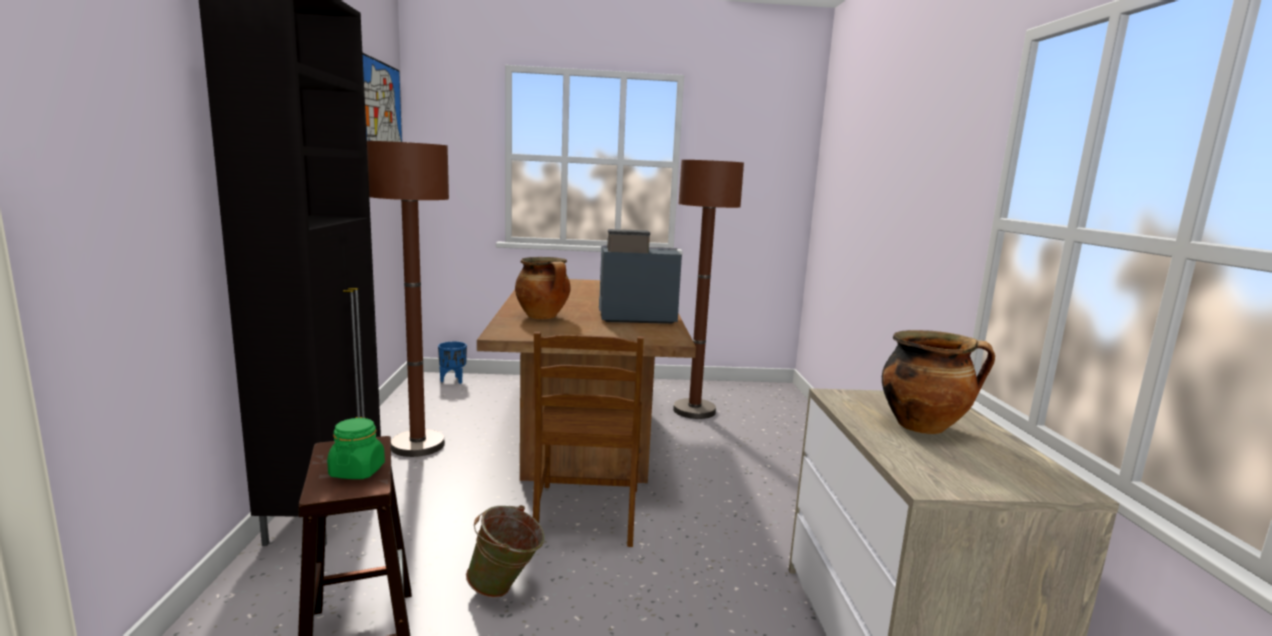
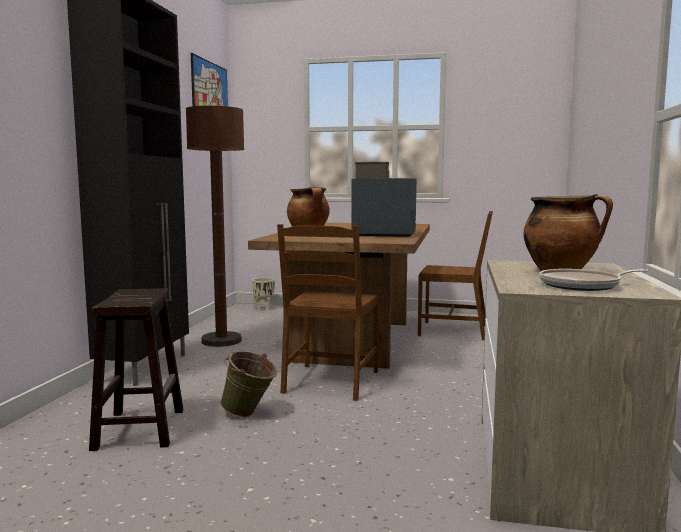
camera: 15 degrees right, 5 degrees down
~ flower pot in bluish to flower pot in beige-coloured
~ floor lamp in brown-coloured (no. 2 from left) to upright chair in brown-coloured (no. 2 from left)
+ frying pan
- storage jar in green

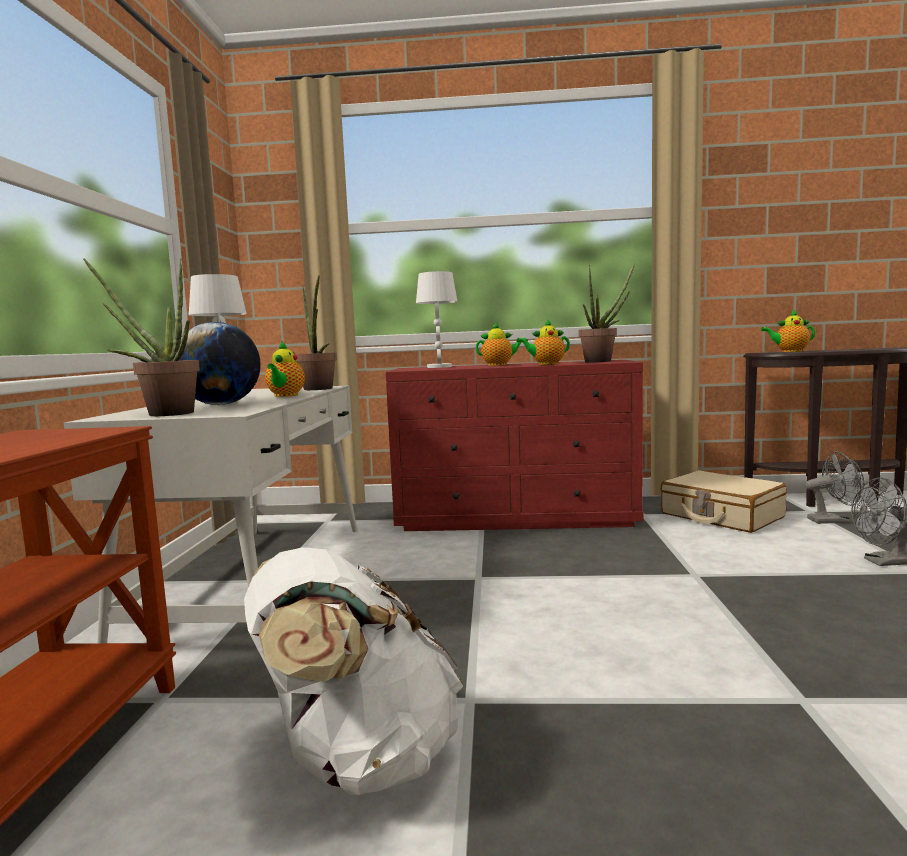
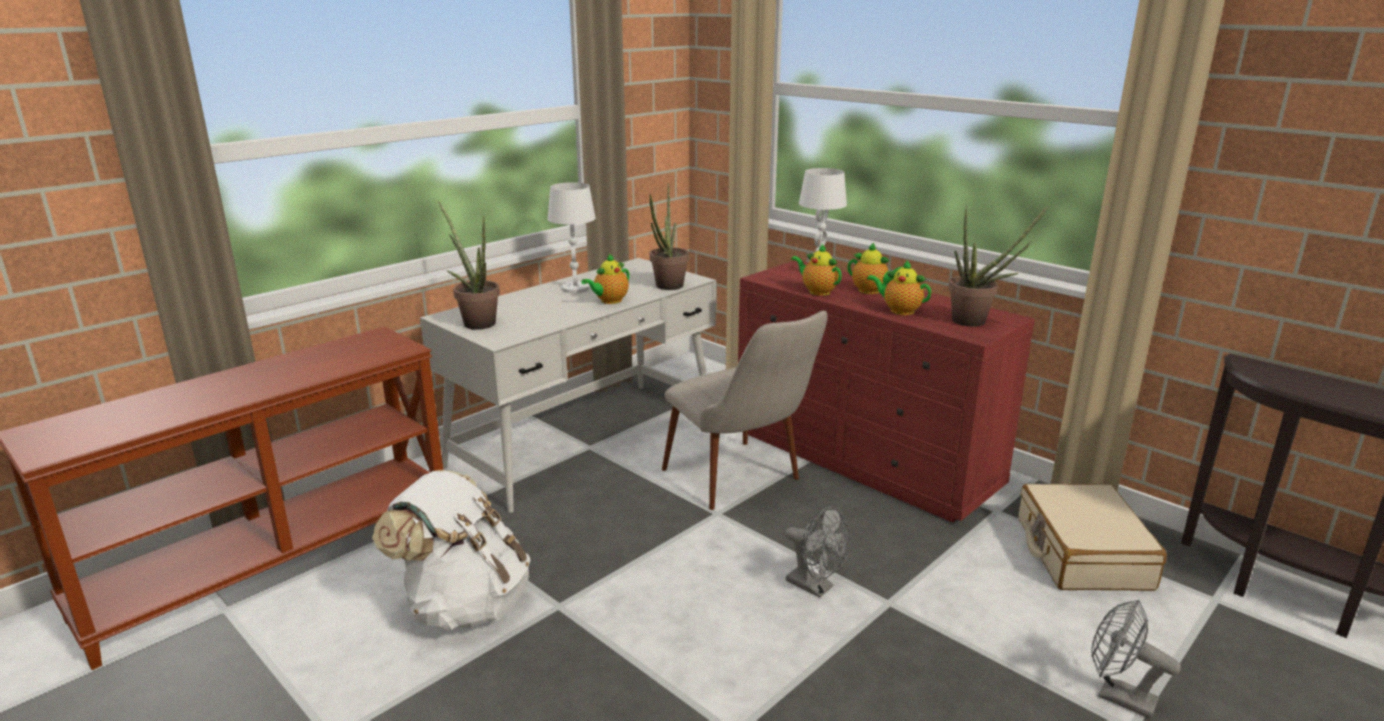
camera: 40 degrees right, 15 degrees up
+ upright chair in beige-coloured
~ fan in grey (no. 1 from left)
~ pot for tea (no. 4 from left in the first image) to pot for tea (no. 2 from left)
- world globe

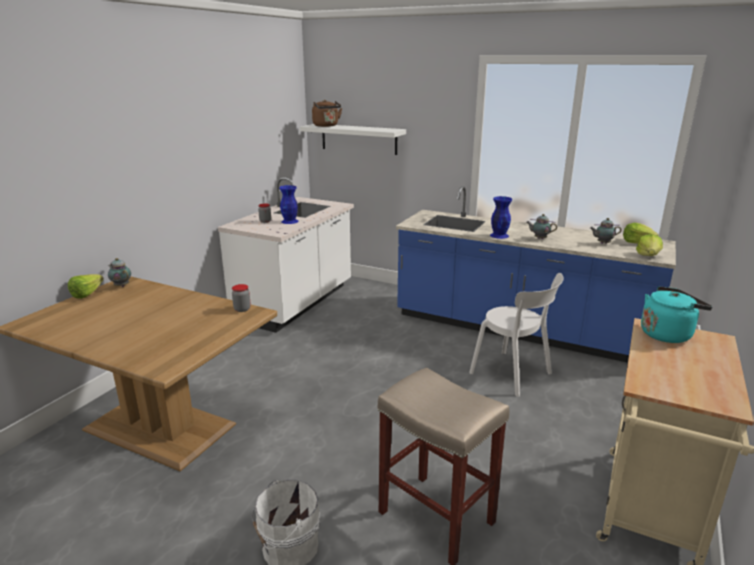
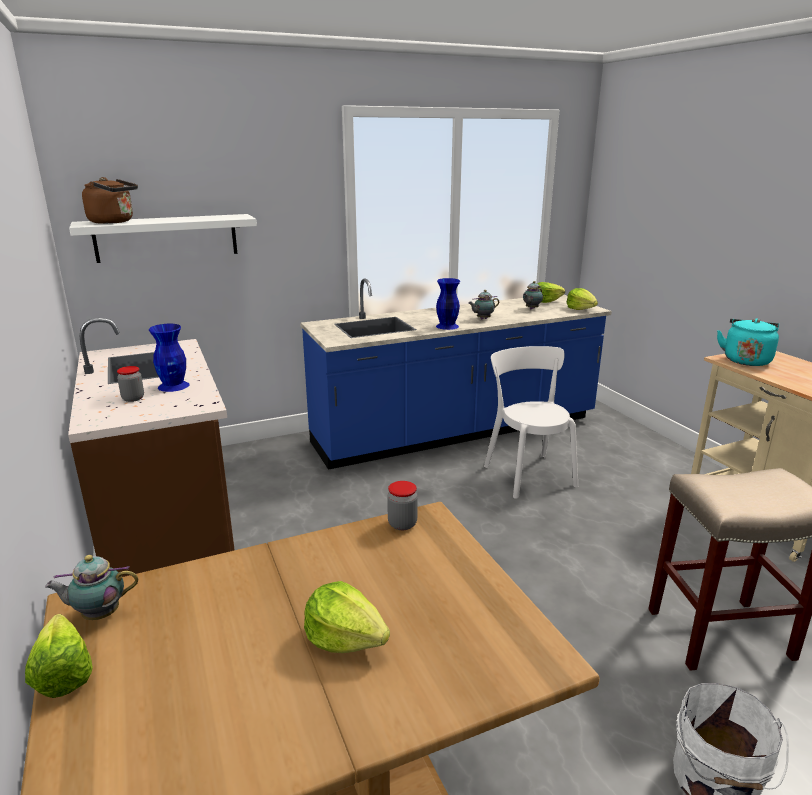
camera: 50 degrees left, 0 degrees up
~ counter in white-coloured to counter in brown-coloured
+ head of lettuce (no. 2 from left)
~ upright chair in white-coloured 105 degrees counterclockwise

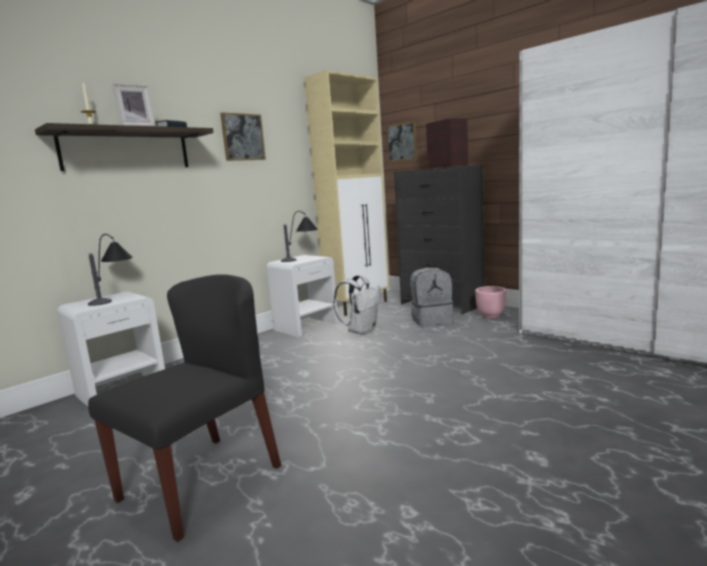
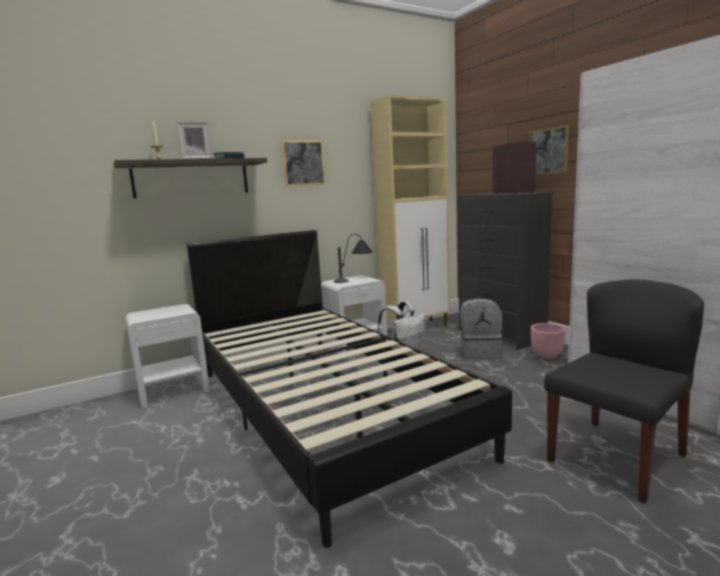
camera: 15 degrees right, 0 degrees up
+ bed in black
~ wall picture (no. 2 from left)
~ upright chair in black
- table lamp (no. 1 from left)

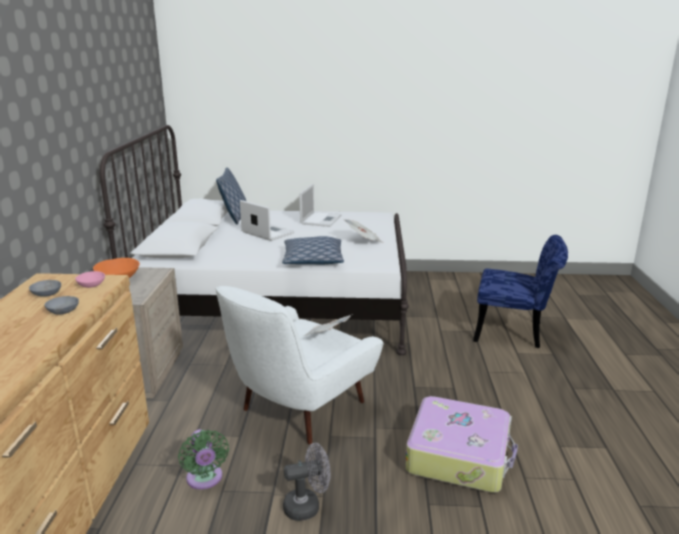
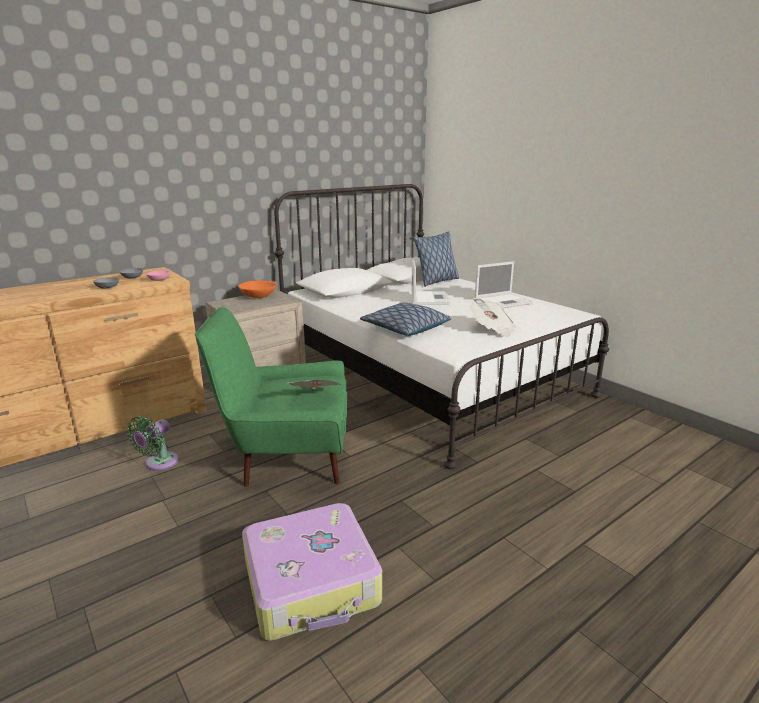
camera: 50 degrees right, 0 degrees up
~ armchair in white-coloured to armchair in green
- fan in grey
- upright chair in bluish

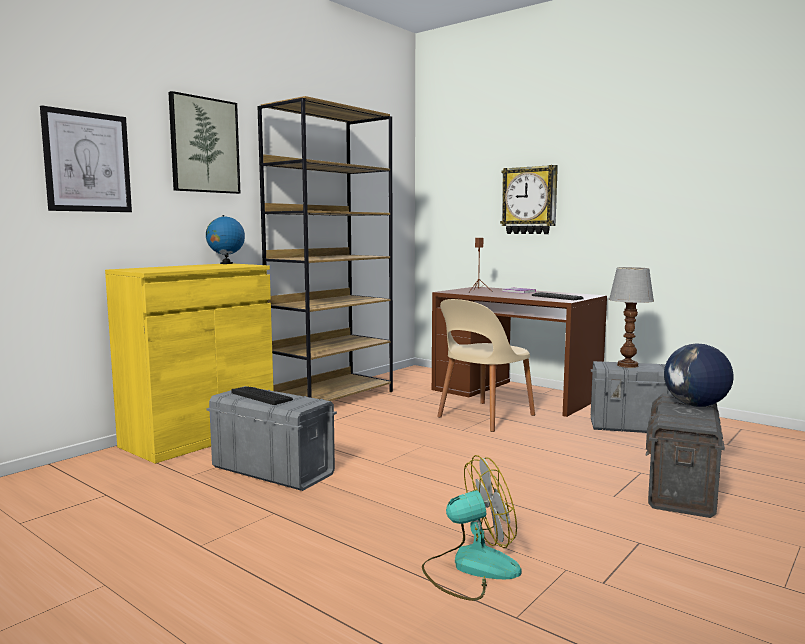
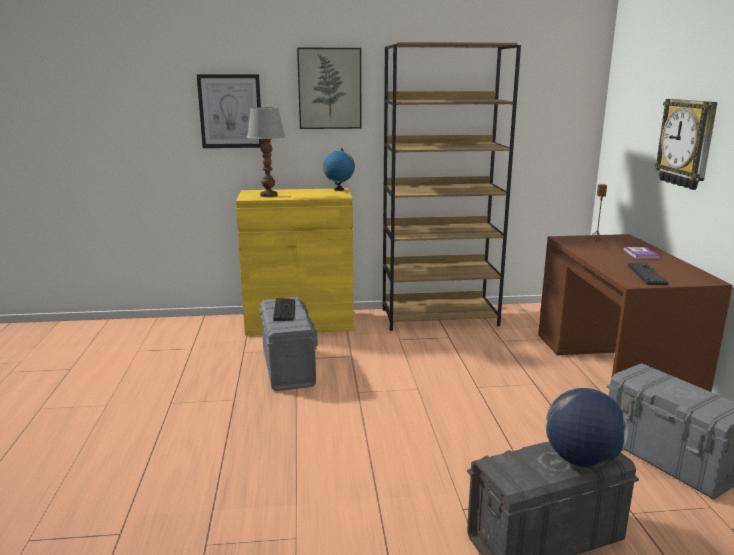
camera: 45 degrees right, 10 degrees up
~ table lamp
- fan
- upright chair in beige-coloured

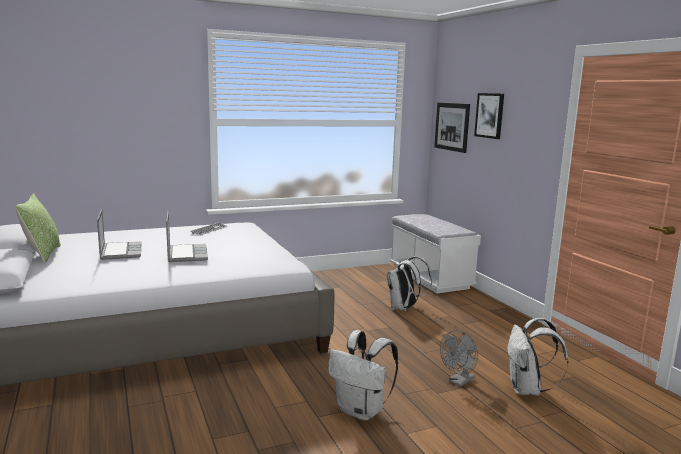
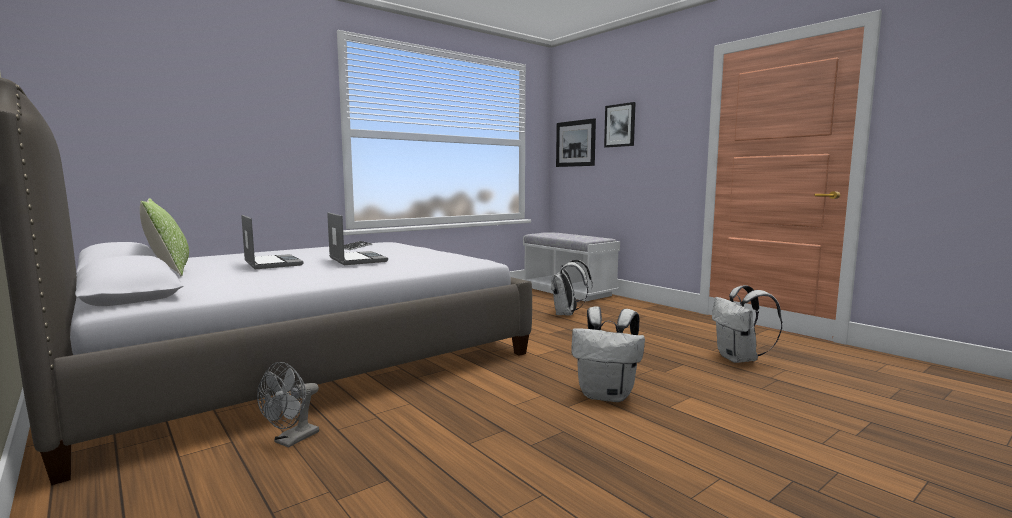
camera: 15 degrees left, 5 degrees down
~ fan in grey

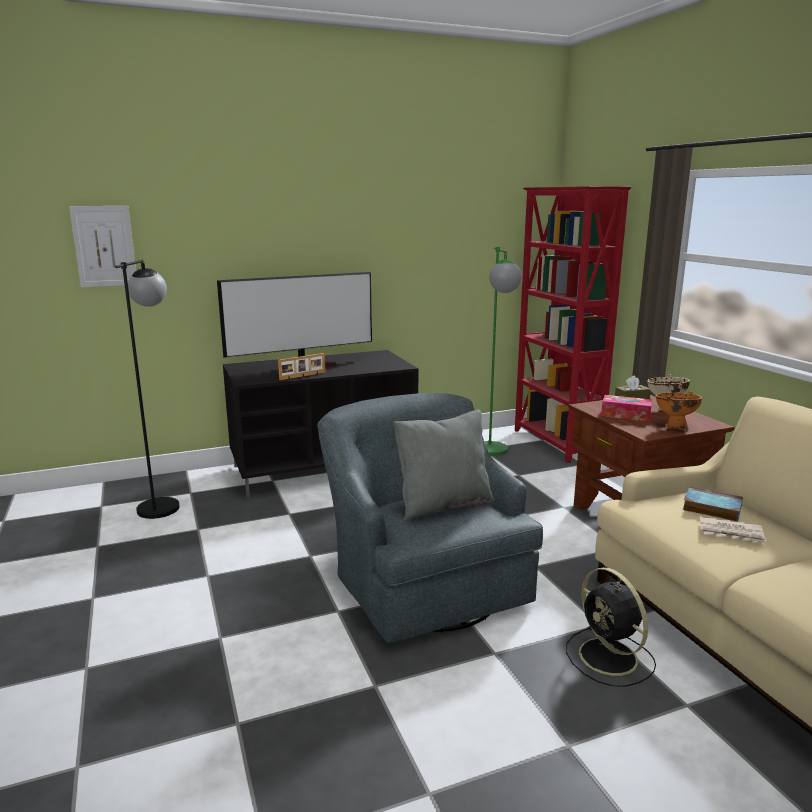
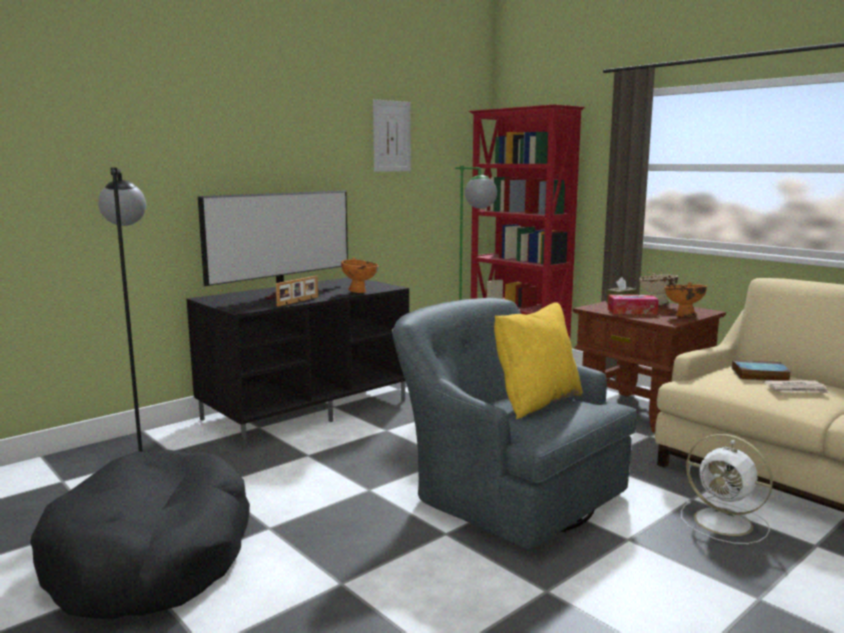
camera: 20 degrees left, 5 degrees down
+ dog bed in black
+ bowl in orange (no. 1 from left)
~ wall picture
~ throw pillow in grey to throw pillow in yellow-coloured
~ fan in black to fan in white-coloured

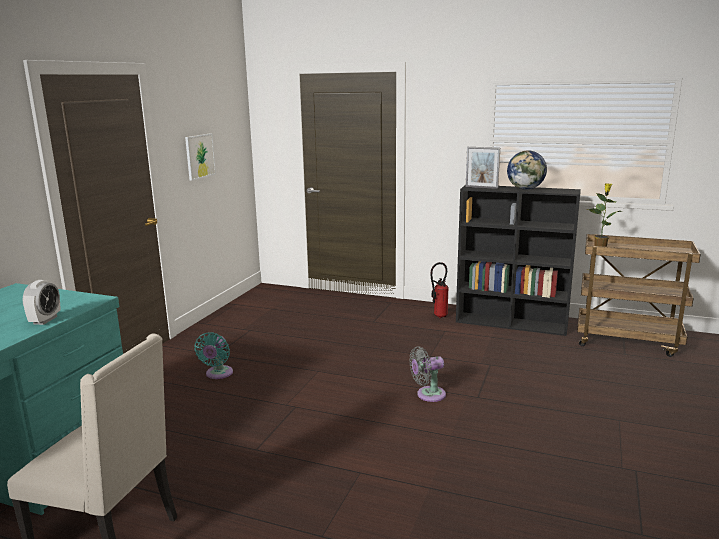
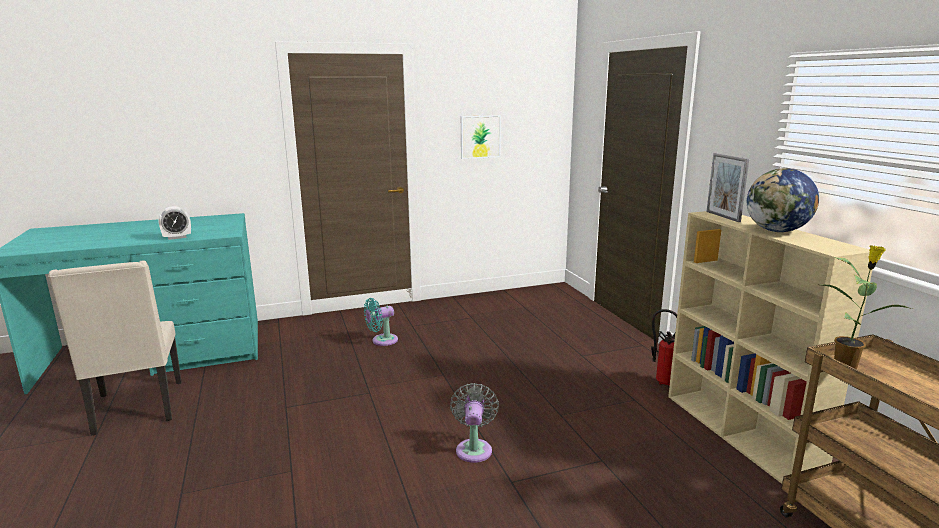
camera: 50 degrees right, 0 degrees up
~ fan in grey 60 degrees clockwise
~ bookcase in black to bookcase in beige-coloured

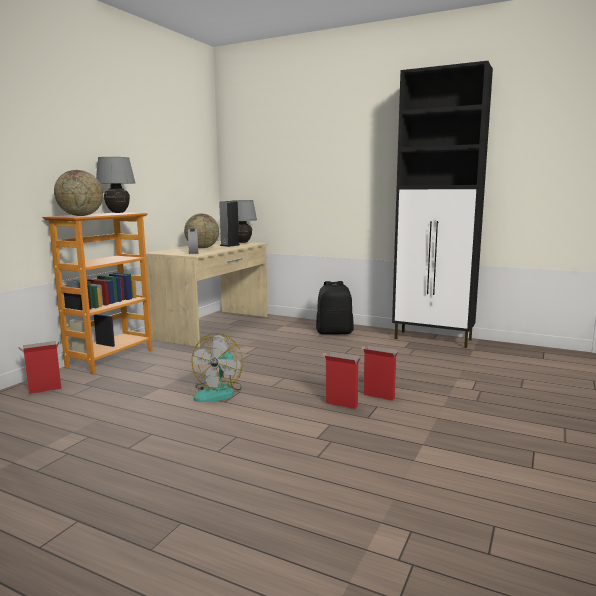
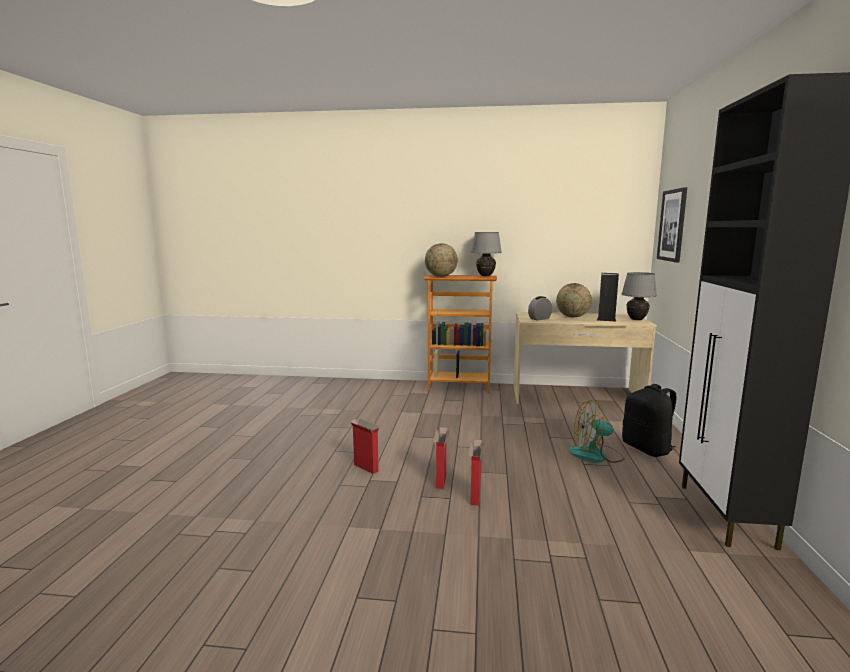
camera: 70 degrees right, 0 degrees up
~ cardboard box (no. 1 from left)
~ fan
+ wall picture

